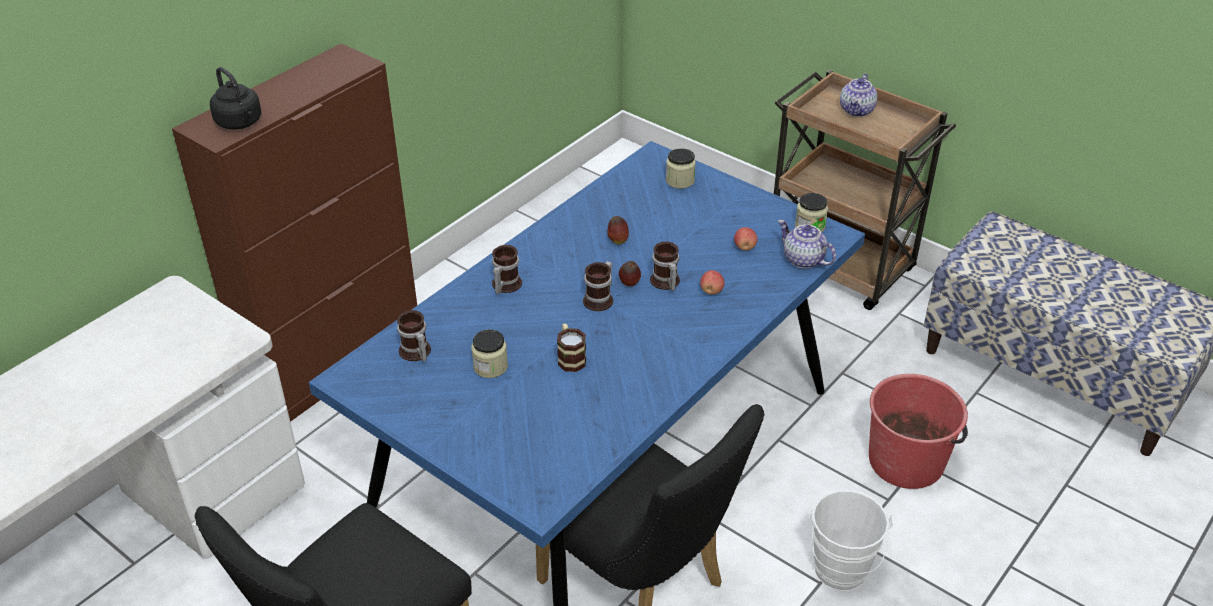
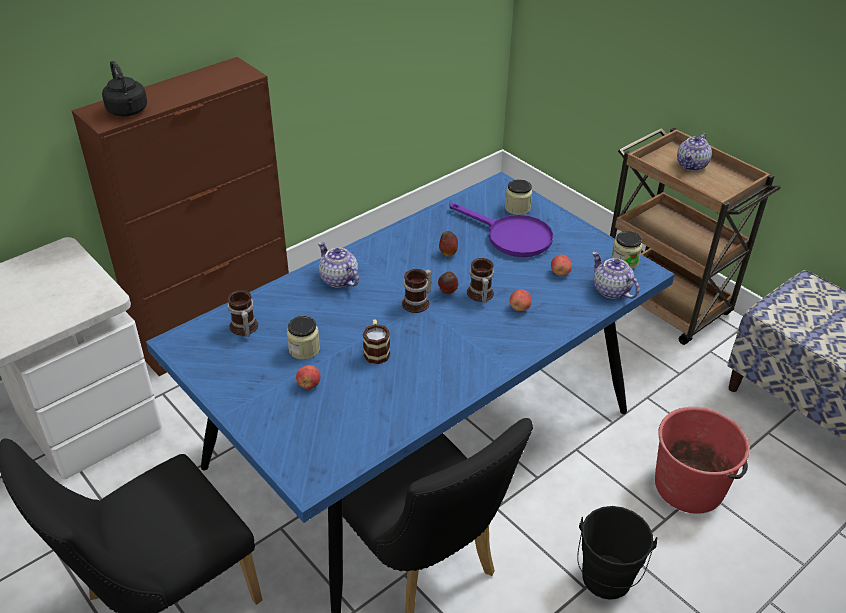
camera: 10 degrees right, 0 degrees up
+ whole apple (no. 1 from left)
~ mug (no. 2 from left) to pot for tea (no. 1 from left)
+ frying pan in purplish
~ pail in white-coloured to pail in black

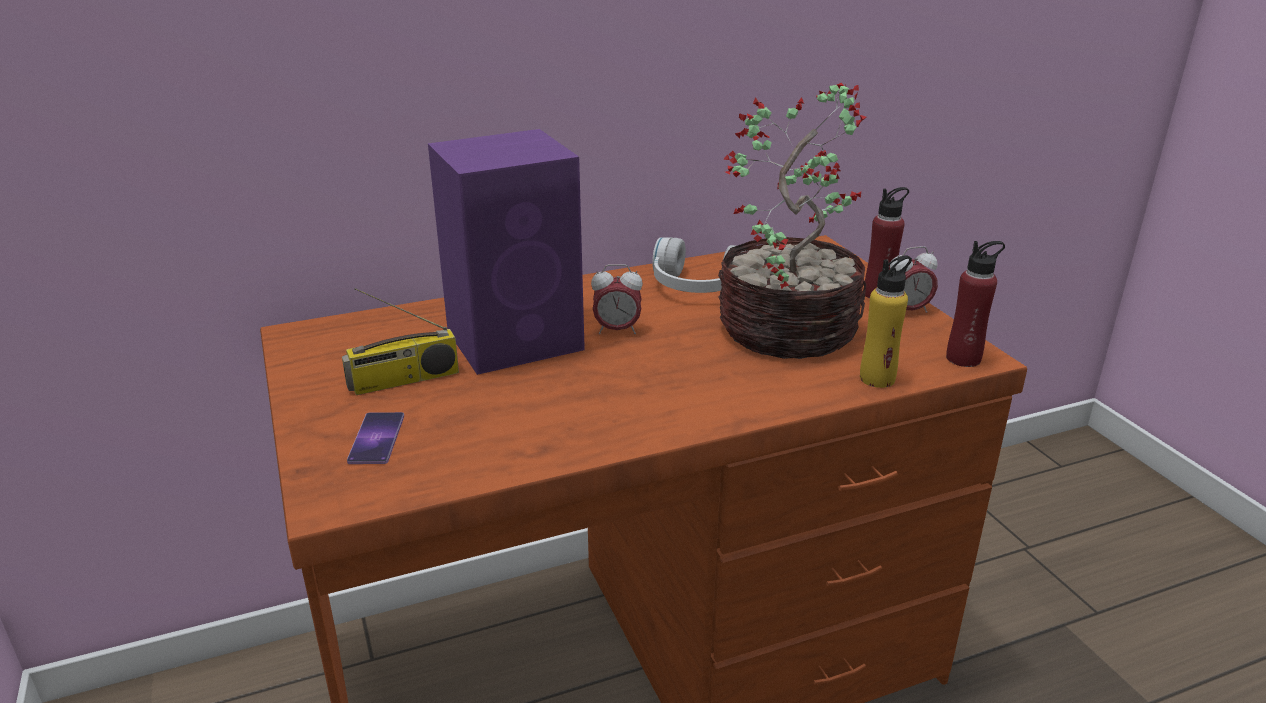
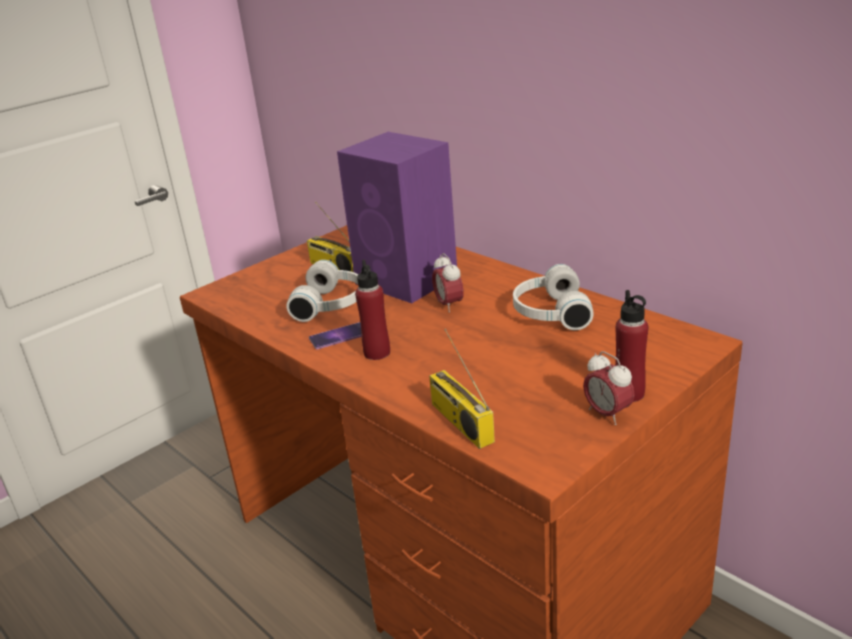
camera: 70 degrees right, 0 degrees up
+ headset in white-coloured (no. 1 from left)
~ phone
~ drink bottle in red-coloured (no. 2 from left in the first image) to drink bottle in red-coloured (no. 1 from left)
~ drink bottle in yellow-coloured to radio receiver (no. 2 from left)
- plant in a pot

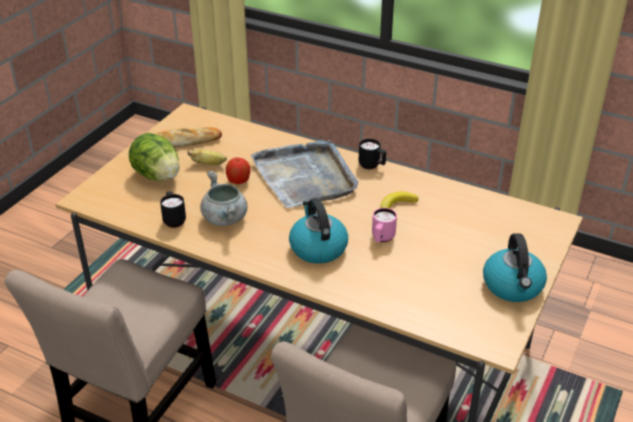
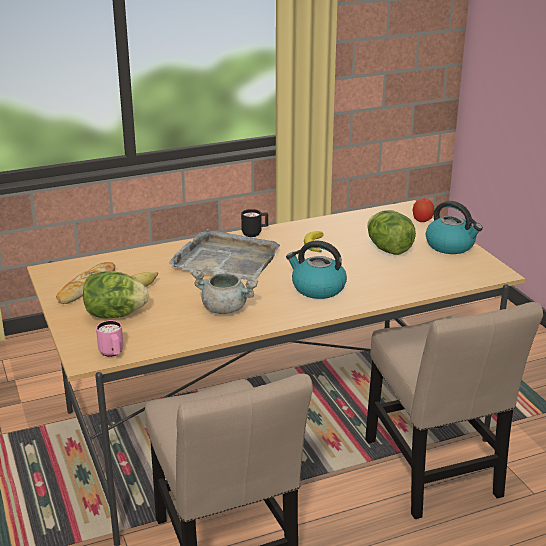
camera: 50 degrees left, 10 degrees down
~ mug in pink-coloured
+ head of lettuce (no. 2 from left)
~ whole apple
- mug in black (no. 1 from left)

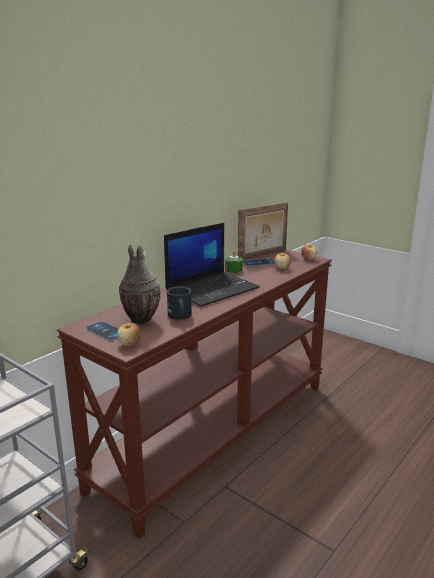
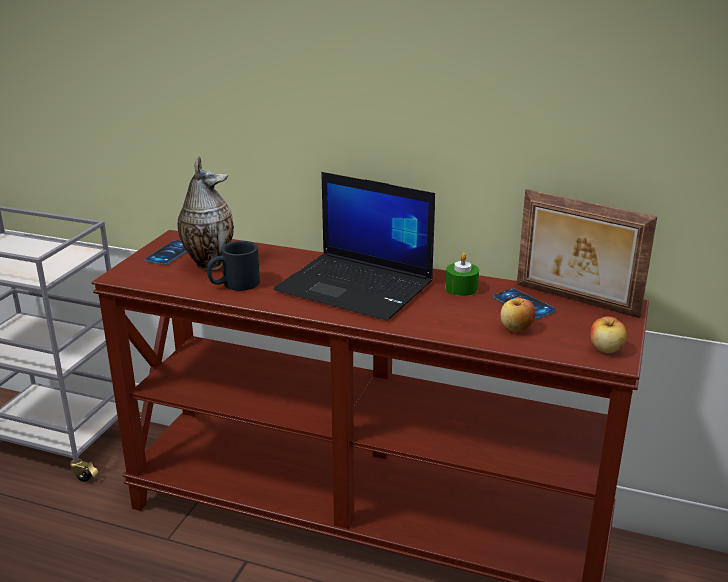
camera: 70 degrees right, 5 degrees up
- whole apple (no. 1 from left)

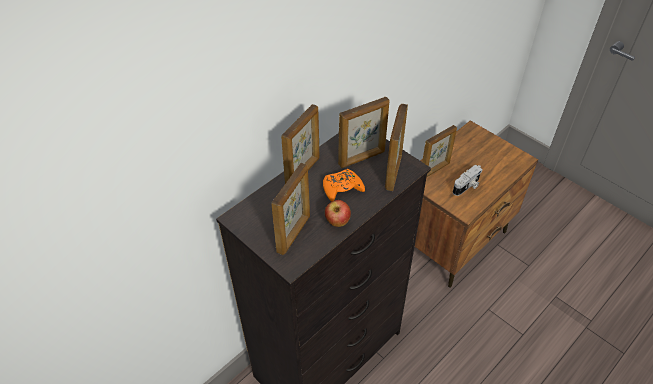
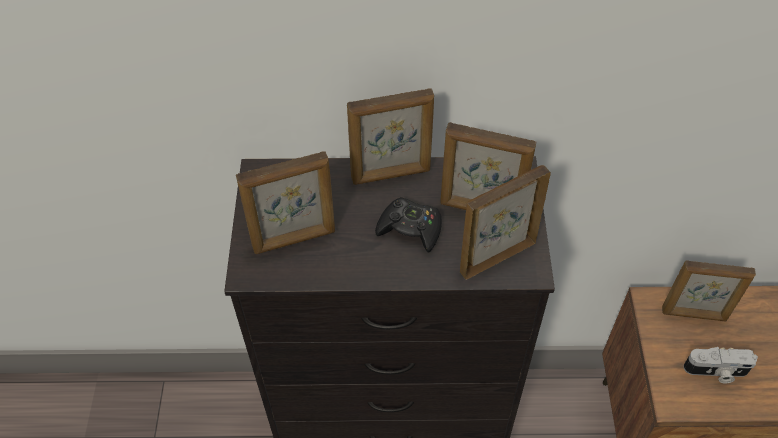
camera: 45 degrees right, 5 degrees up
~ game controller in orange to game controller in black
- whole apple

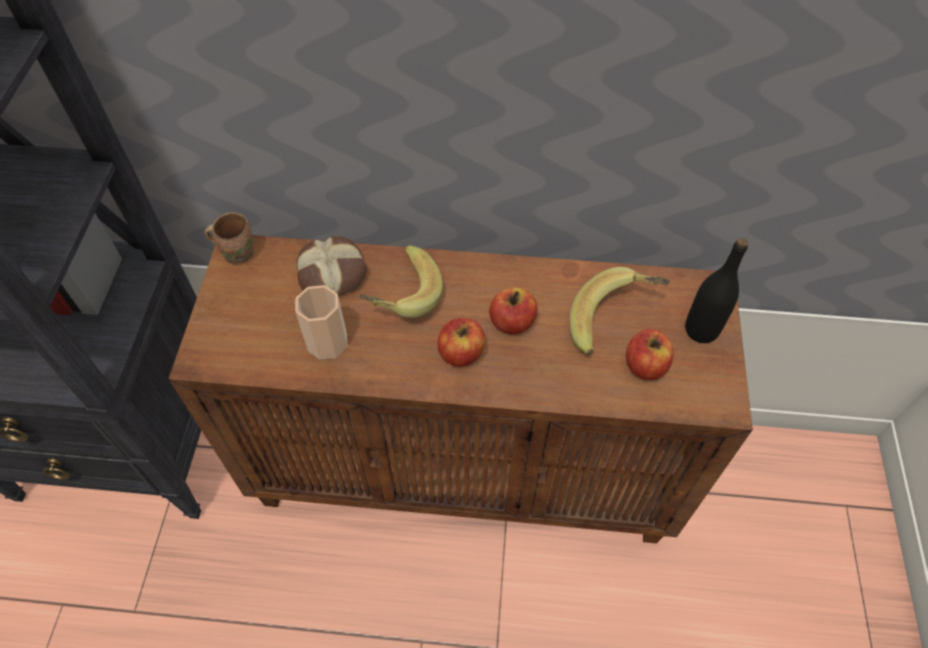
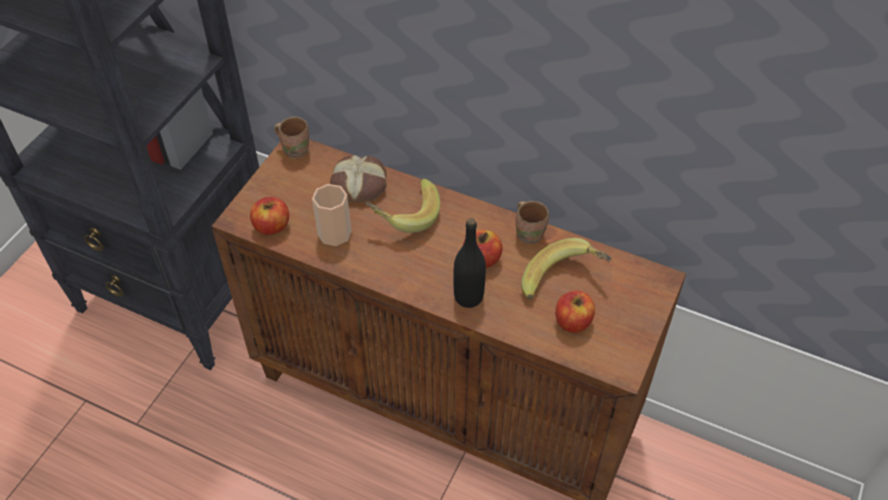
camera: 20 degrees right, 5 degrees down
~ whole apple (no. 1 from left)
~ drink bottle in black
+ mug in brown-coloured (no. 2 from left)

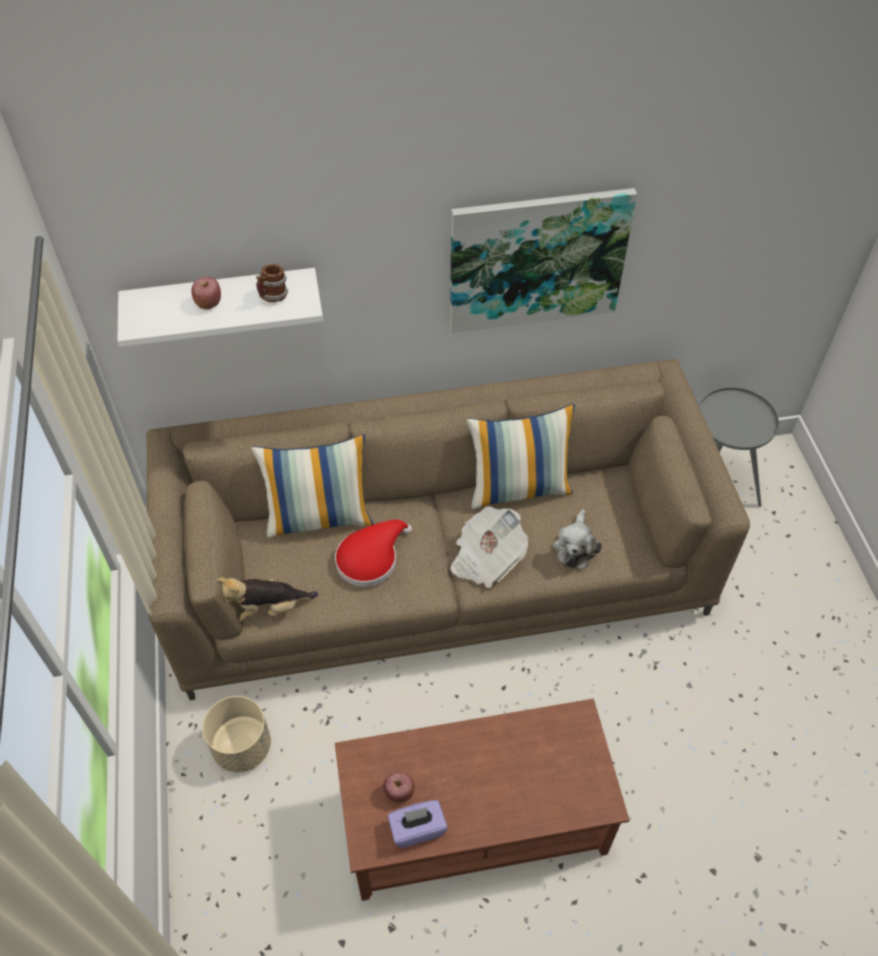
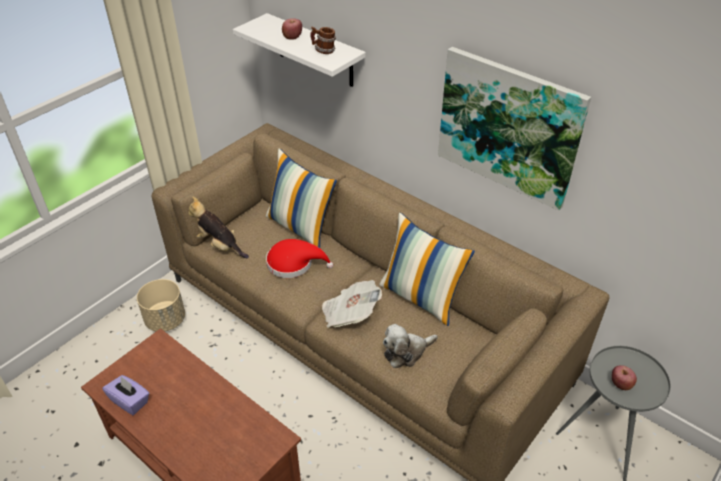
camera: 50 degrees right, 10 degrees down
~ whole apple (no. 2 from left)

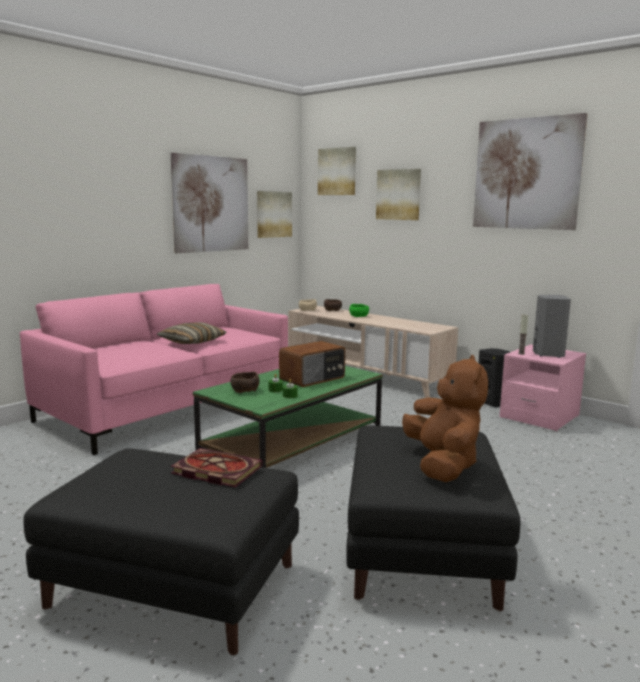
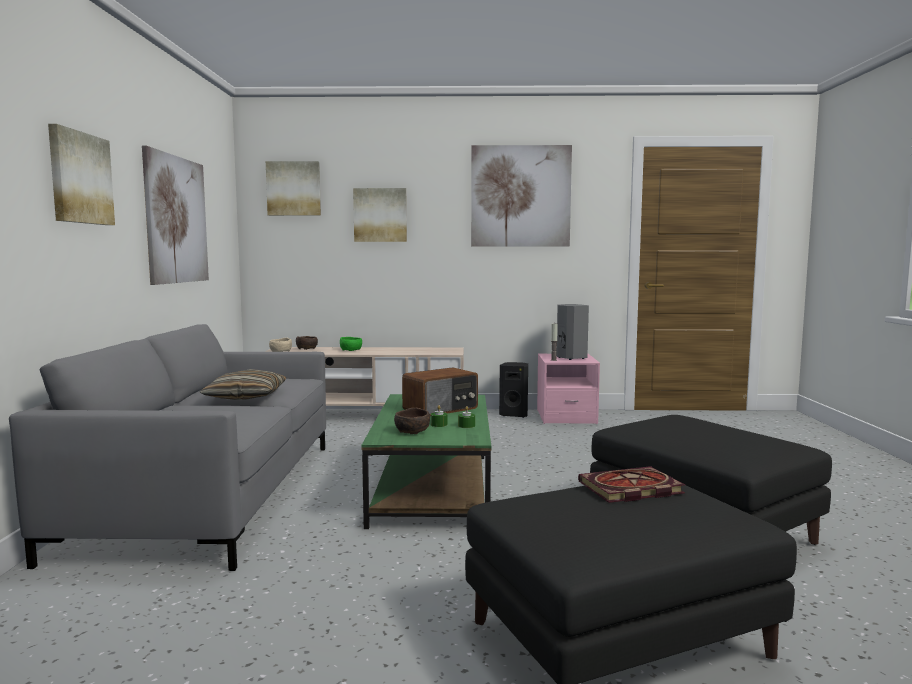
camera: 40 degrees left, 5 degrees down
~ settee in pink-coloured to settee in grey
~ wall picture (no. 2 from left in the first image) to wall picture (no. 1 from left)
~ radio receiver 45 degrees clockwise
- plush toy in brown-coloured

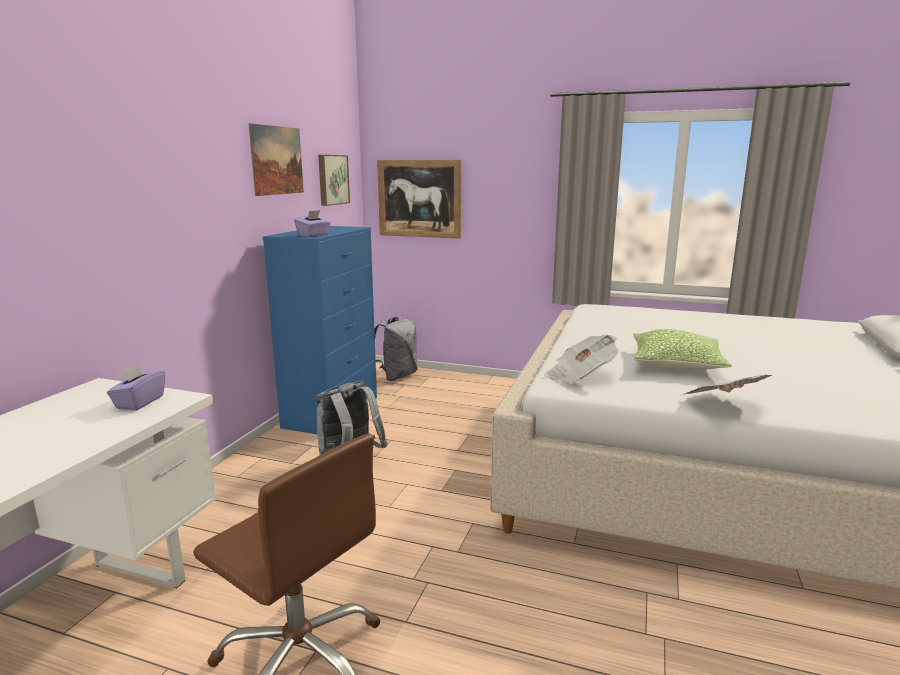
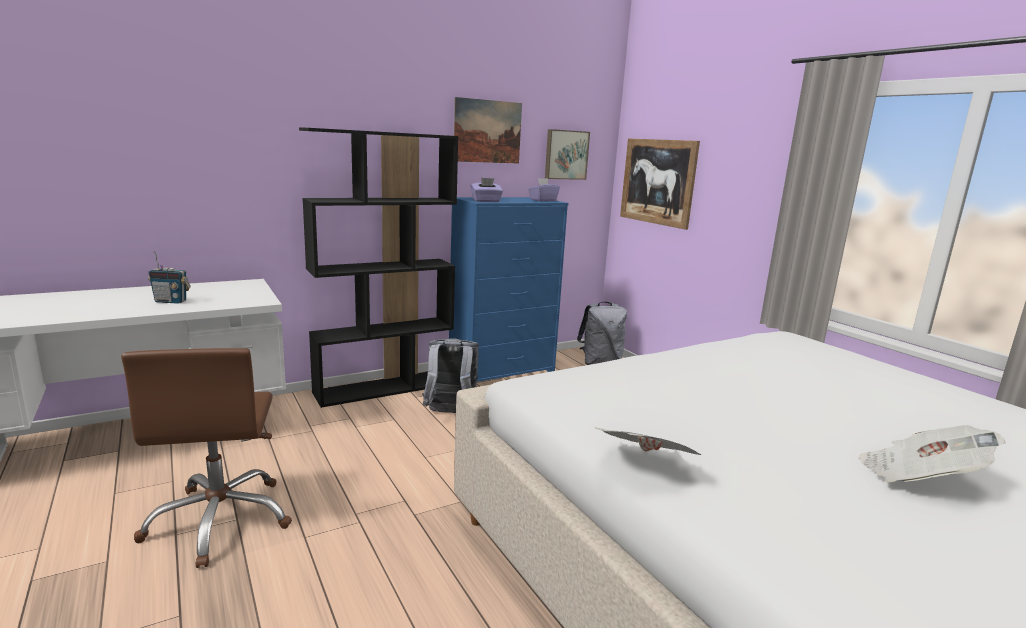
camera: 40 degrees right, 0 degrees up
+ radio receiver
+ bookcase in black
~ tissue box in purplish (no. 1 from left in the first image) to tissue box in purplish (no. 2 from left)
~ printed paper (no. 1 from left in the first image) to printed paper (no. 2 from left)
- throw pillow

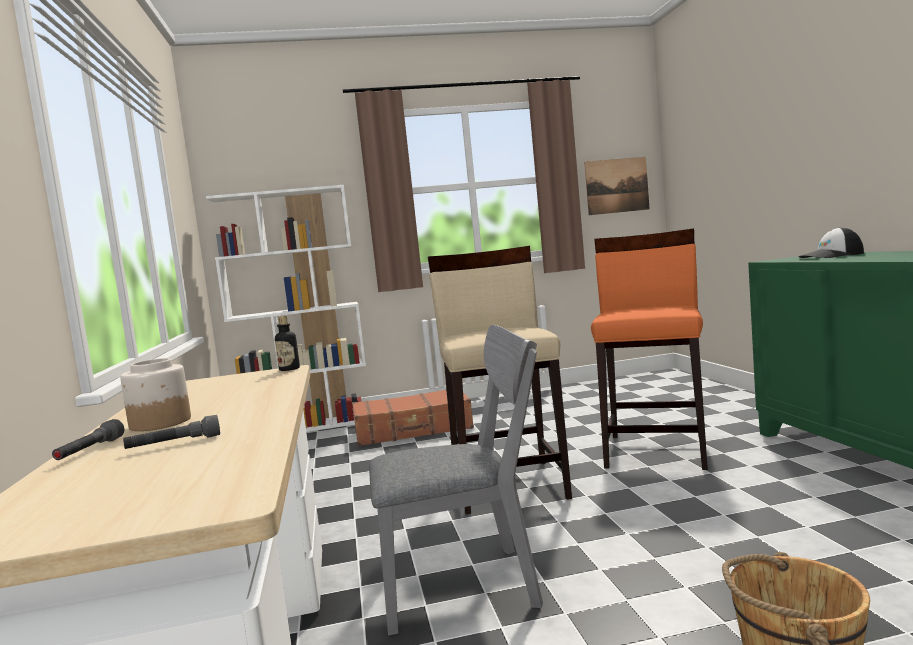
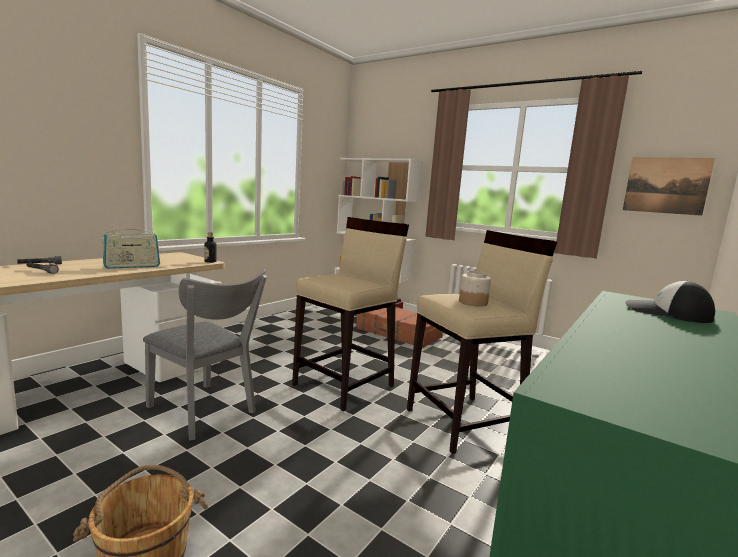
camera: 45 degrees right, 5 degrees up
+ radio receiver
~ sitting stool in orange to sitting stool in beige-coloured (no. 2 from left)
~ storage jar

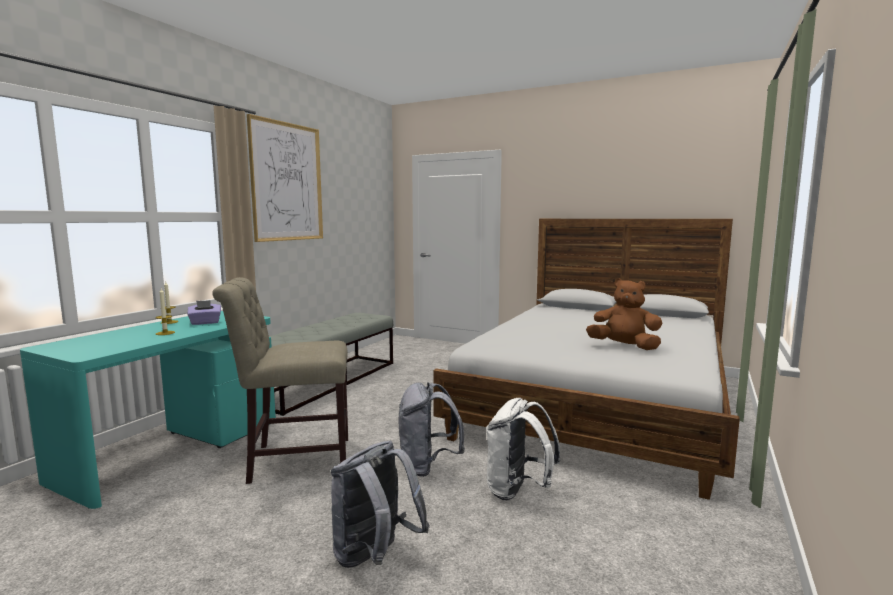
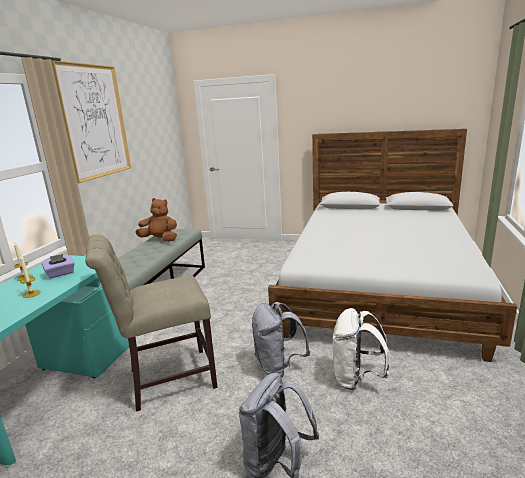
camera: 10 degrees left, 10 degrees up
~ plush toy in brown-coloured

